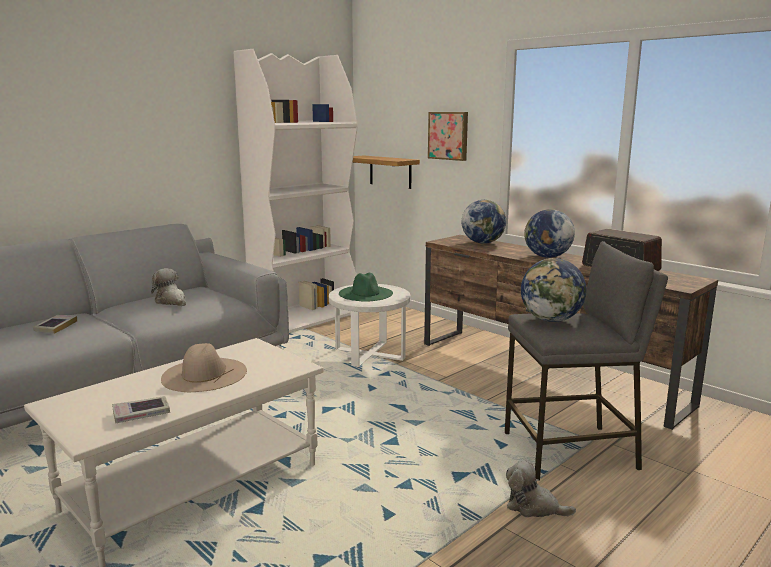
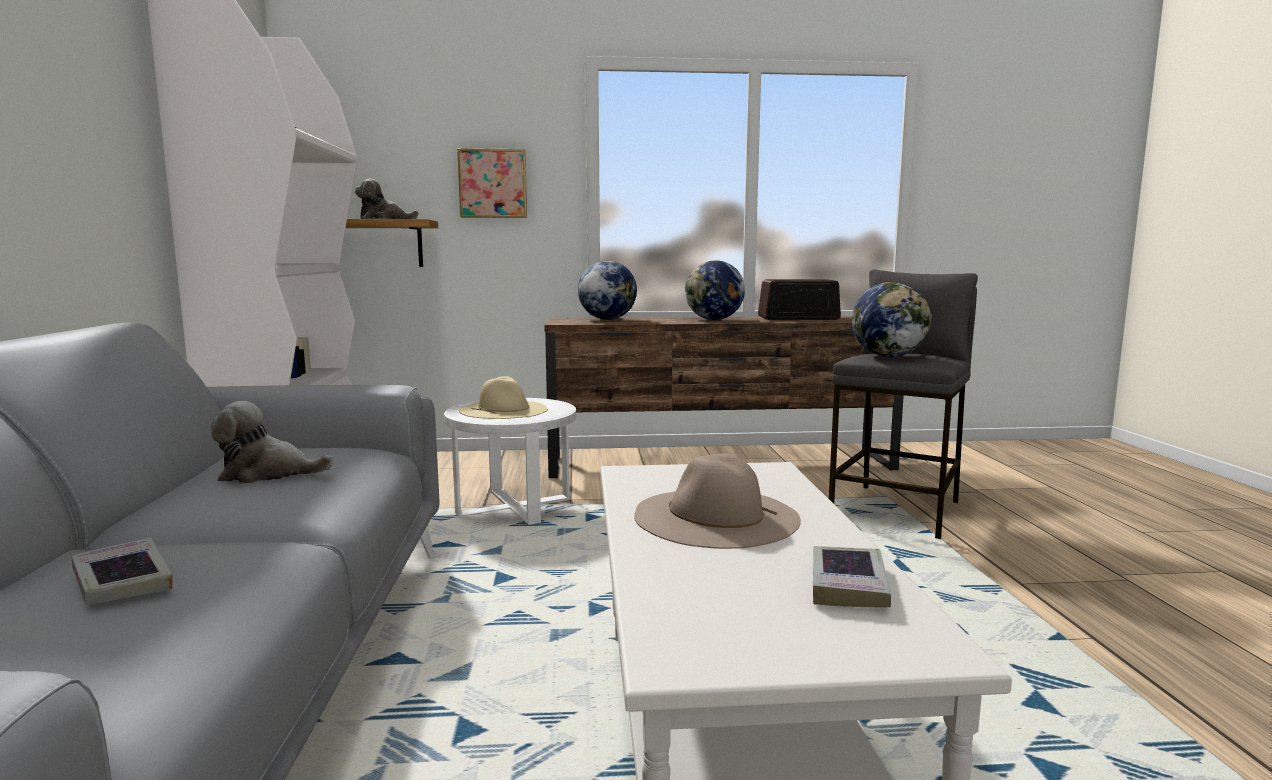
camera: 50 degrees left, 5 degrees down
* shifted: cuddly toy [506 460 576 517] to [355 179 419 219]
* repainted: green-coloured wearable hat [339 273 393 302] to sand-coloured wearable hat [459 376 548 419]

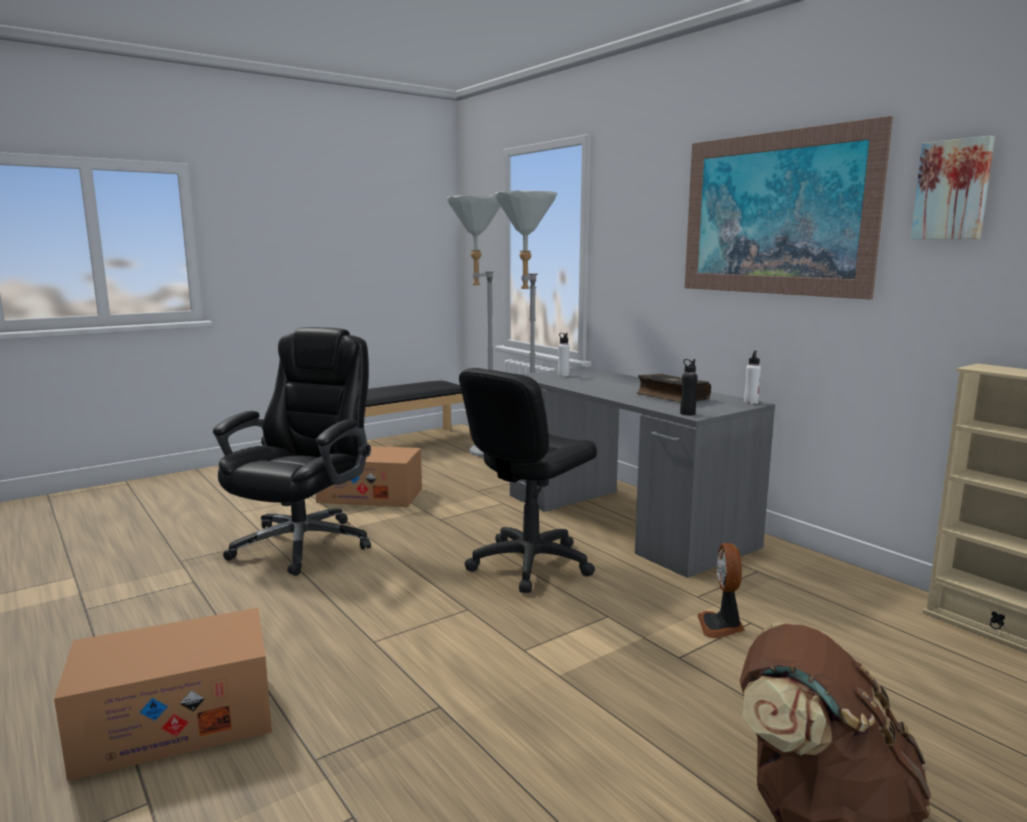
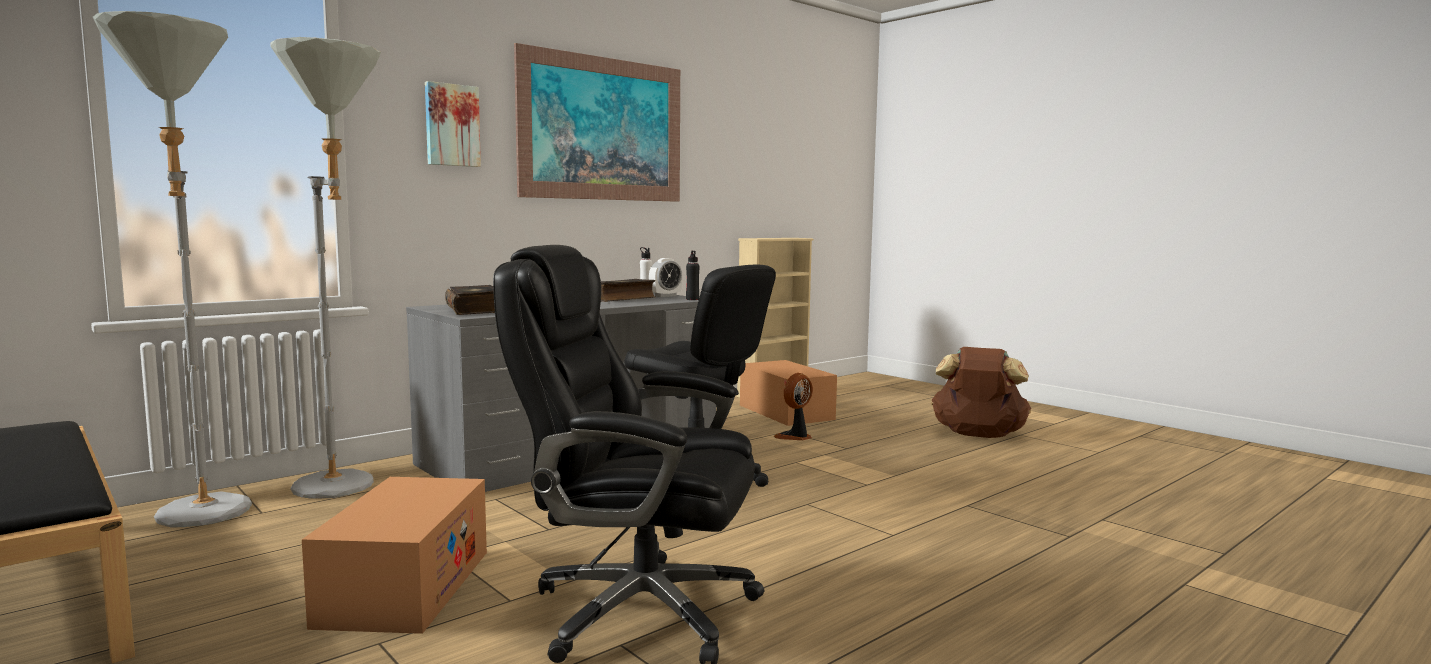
camera: 95 degrees left, 5 degrees down
* new: bedside clock [649 258 682 297]
* shifted: packing box [54 608 272 781] to [740 360 837 426]
* shifted: picture [911 136 995 239] to [425 81 481 167]
* swapped: whitish beverage bottle [558 333 570 376] to volume [445 285 495 315]
* rotated: fan [697 543 745 638] = [774 373 813 440] 135 degrees clockwise

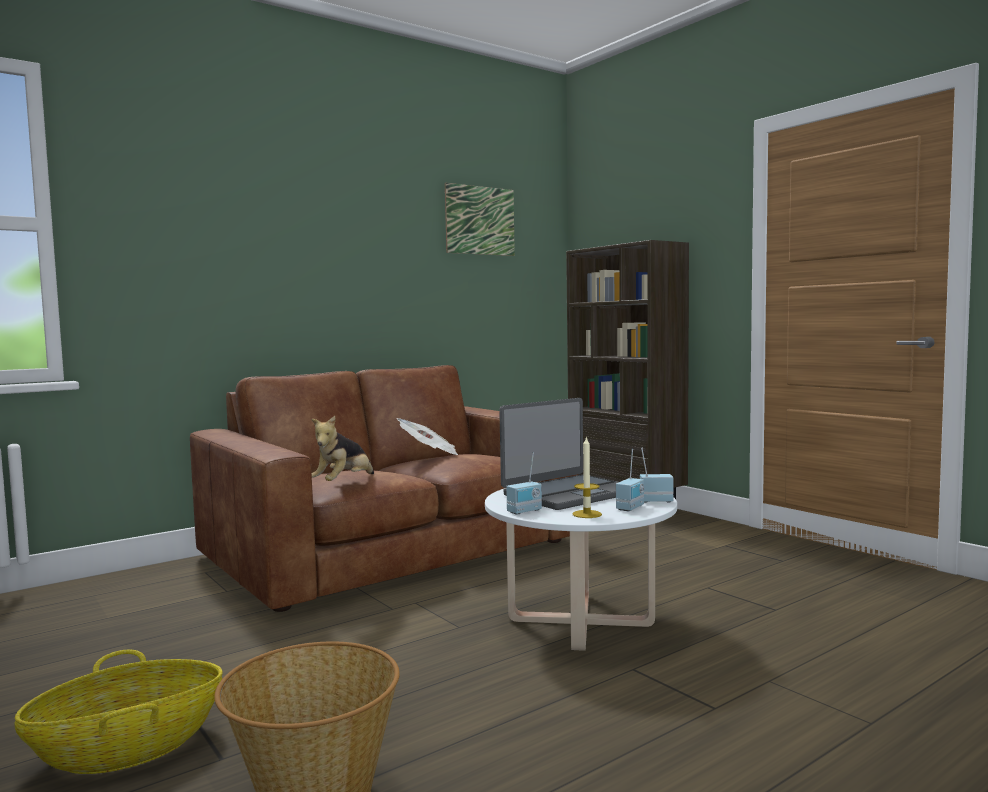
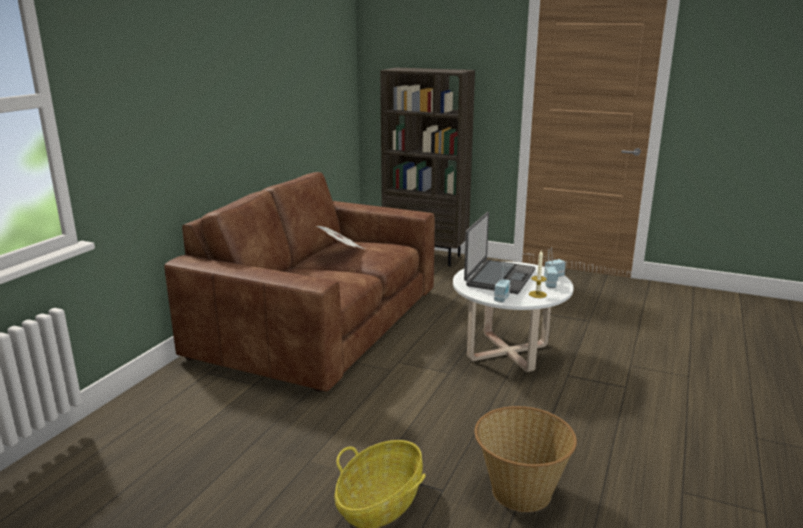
camera: 30 degrees left, 15 degrees up
* gone: cuddly toy [312 416 374 481]
* gone: picture [445 183 515 256]

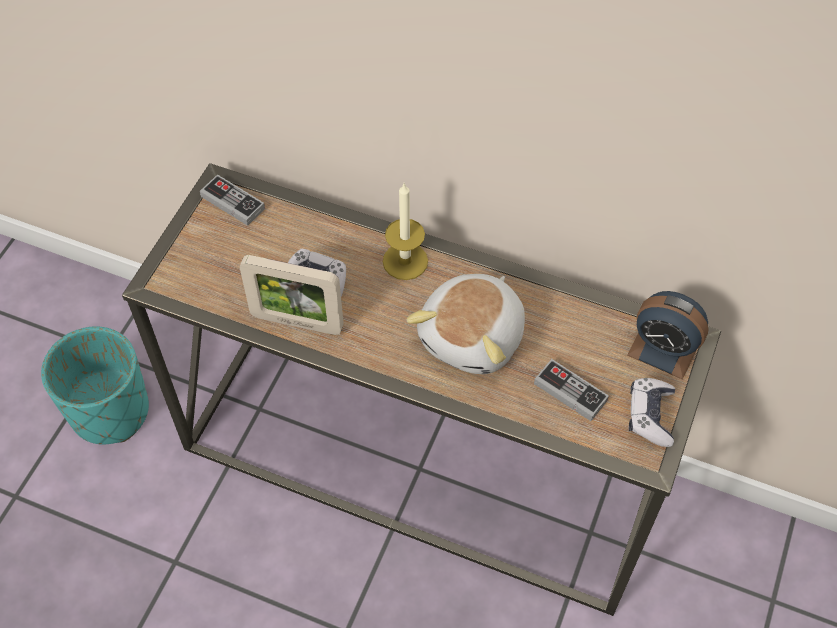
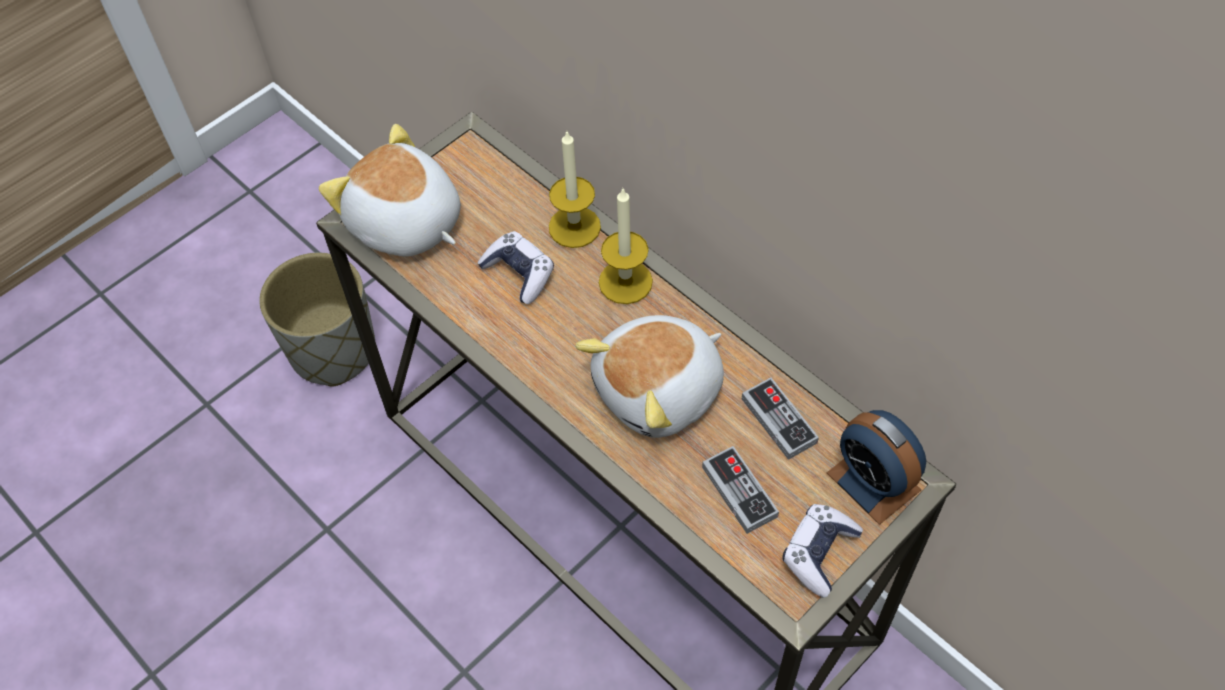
camera: 25 degrees right, 0 degrees up
* gone: picture frame [240 255 344 335]
* new: cuddly toy [319 124 461 257]
* new: candle [549 131 601 248]
* shifted: gamepad [200 174 265 226] to [742 377 819 460]
* repainted: blue-green planter [41 326 149 445] to greyish planter [259 253 375 387]

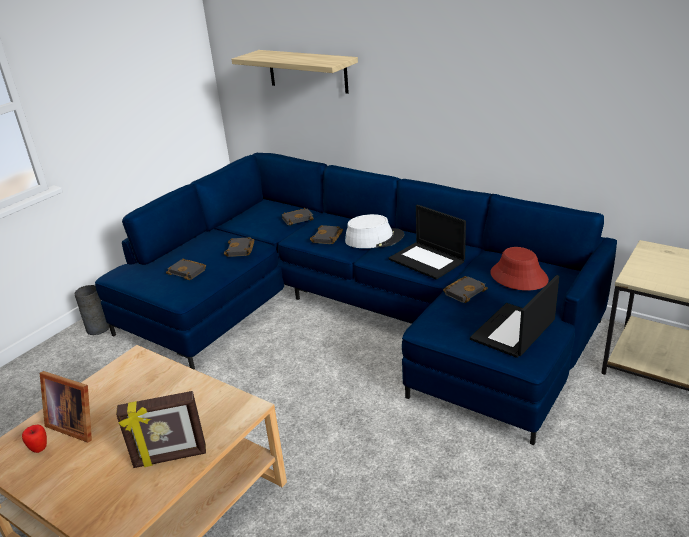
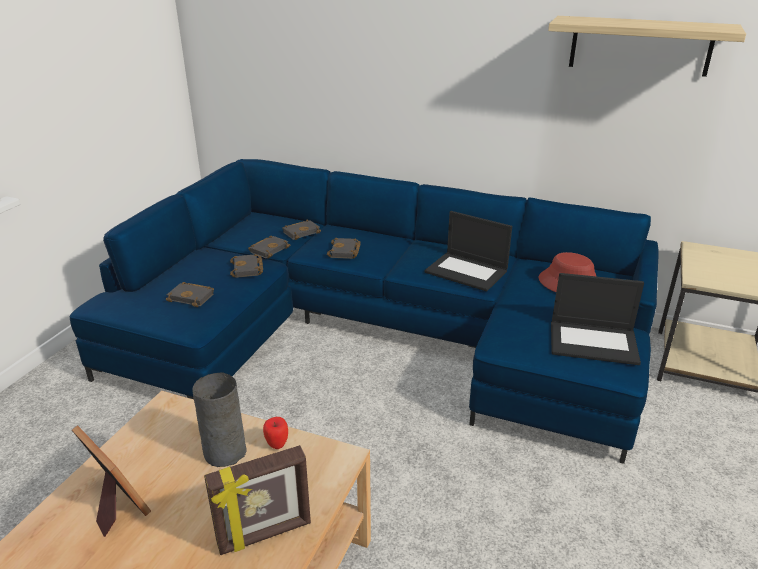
camera: 15 degrees left, 0 degrees up
* gone: whitish wearable hat [345 214 404 248]
* shifted: apple [22 424 47 453] to [263 417 288 449]
* shifted: greyish decorative vase [75 285 109 335] to [192 373 246 467]
* shifted: wall shelf [231 50 358 94] to [548 16 746 77]
* shifted: black volume [443 276 488 303] to [248 236 290 258]
* rotated: picture frame [40 371 92 443] = [72 426 151 537] 150 degrees counterclockwise
* rotated: portable computer [470 275 560 358] = [551 273 644 365] 105 degrees counterclockwise

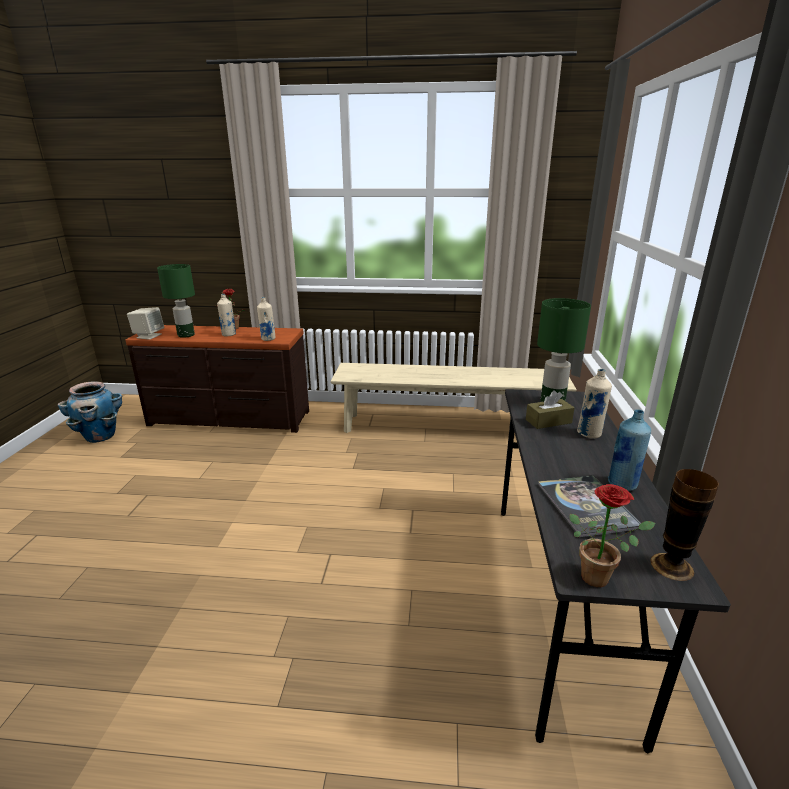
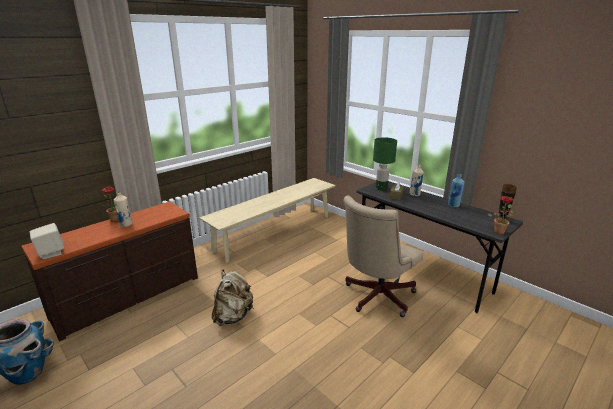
camera: 50 degrees left, 0 degrees up
* gone: green-coloured tabletop lamp [157 264 195 338]
* gone: sand-coloured beverage bottle [257 297 275 341]
* gone: volume [538 475 641 538]
* new: sand-coloured knapsack [212 269 254 326]
* new: sand-coloured office chair [343 195 423 317]

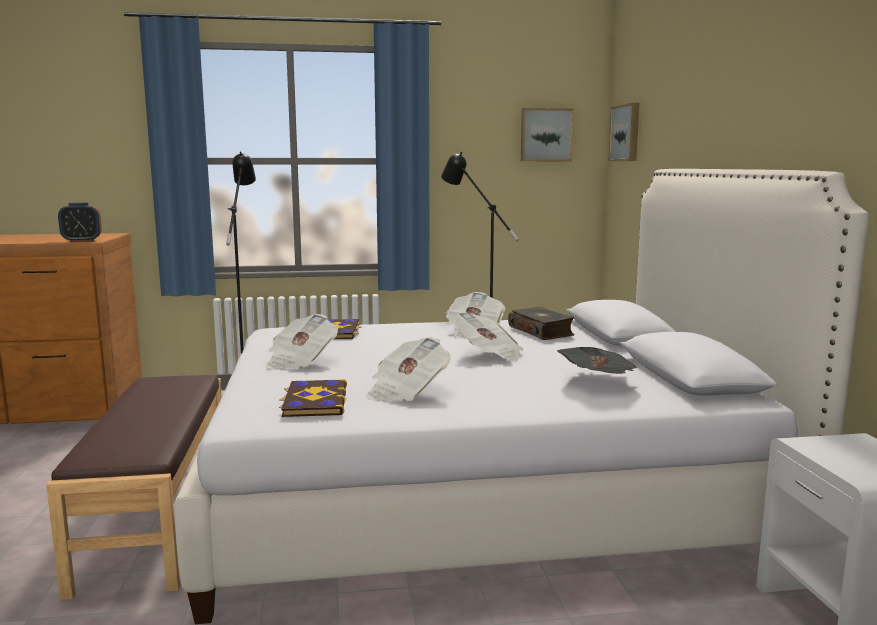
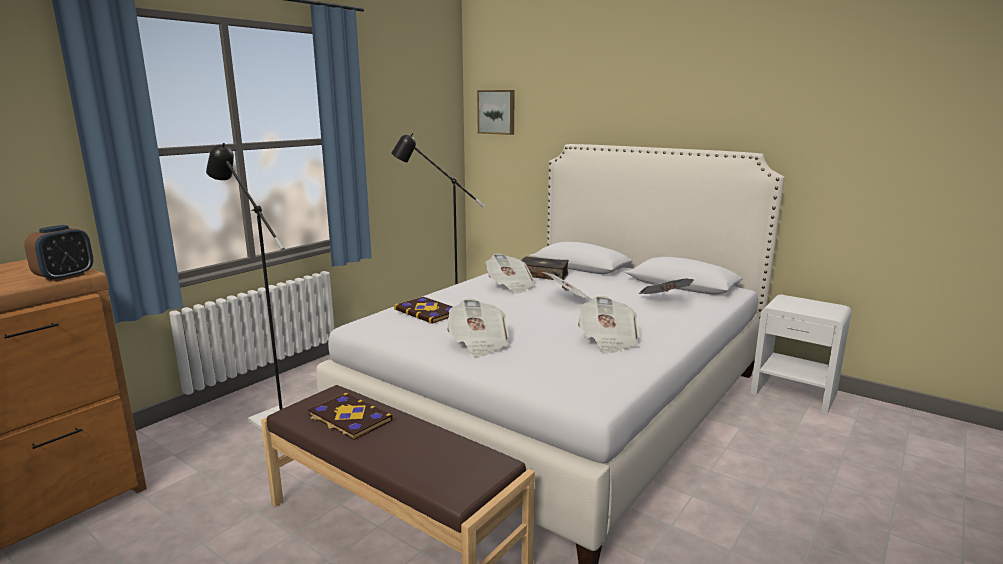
camera: 45 degrees left, 5 degrees up
* gone: picture [521 108 574 161]
* shifted: volume [279 379 347 417] to [308 393 393 440]

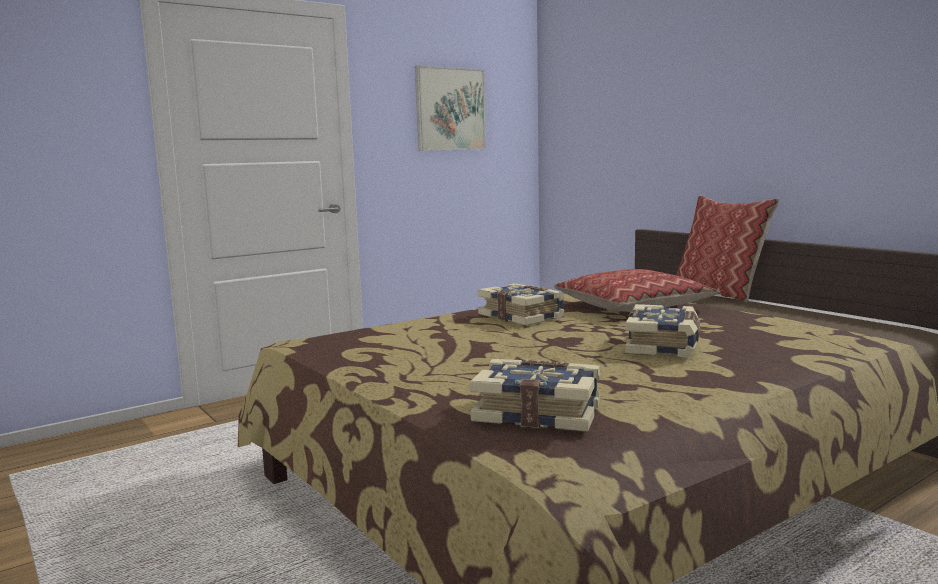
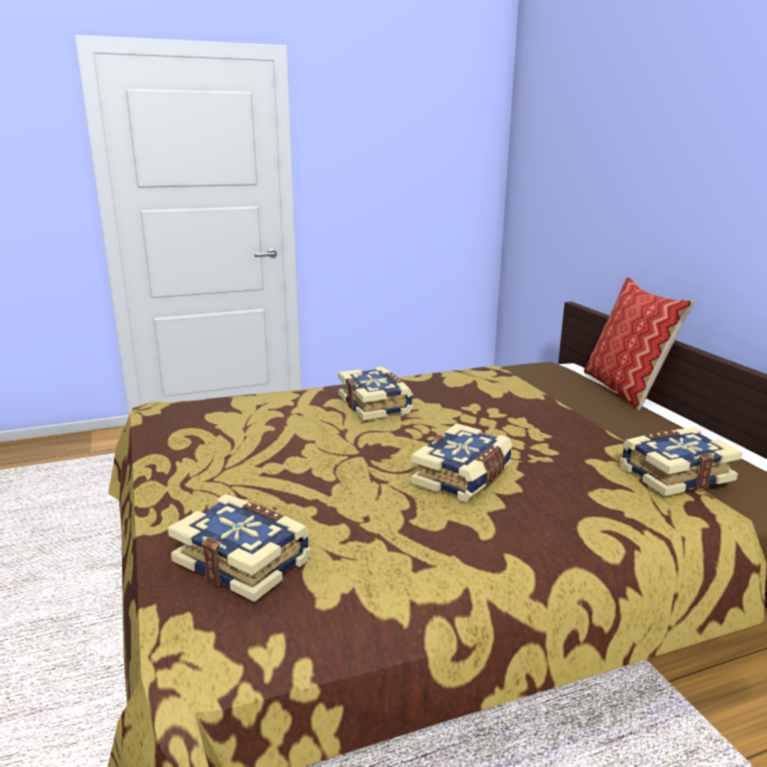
camera: 15 degrees right, 10 degrees up
* gone: picture [415 65 486 151]
* gone: cushion [554 269 720 311]
* new: volume [620 427 743 496]

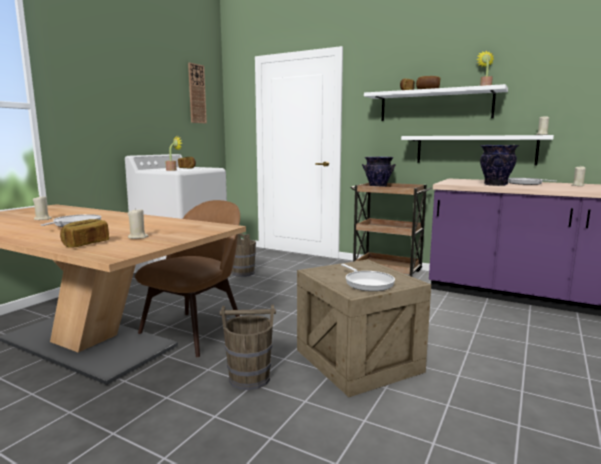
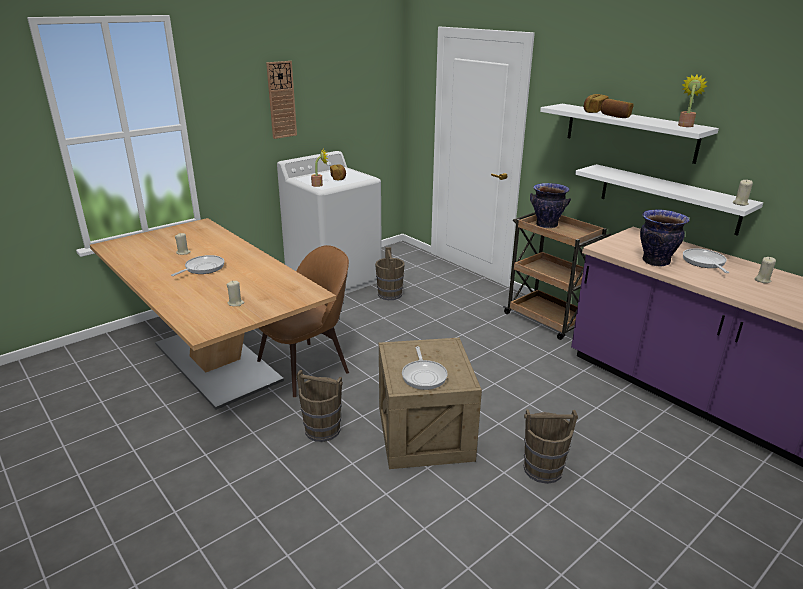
camera: 20 degrees right, 15 degrees up
* gone: bakery bread [60 219 109 248]
* new: brown-coloured pail [524 409 578 484]
* shifted: wall clock [188 62 207 123] to [266 61 297 139]

